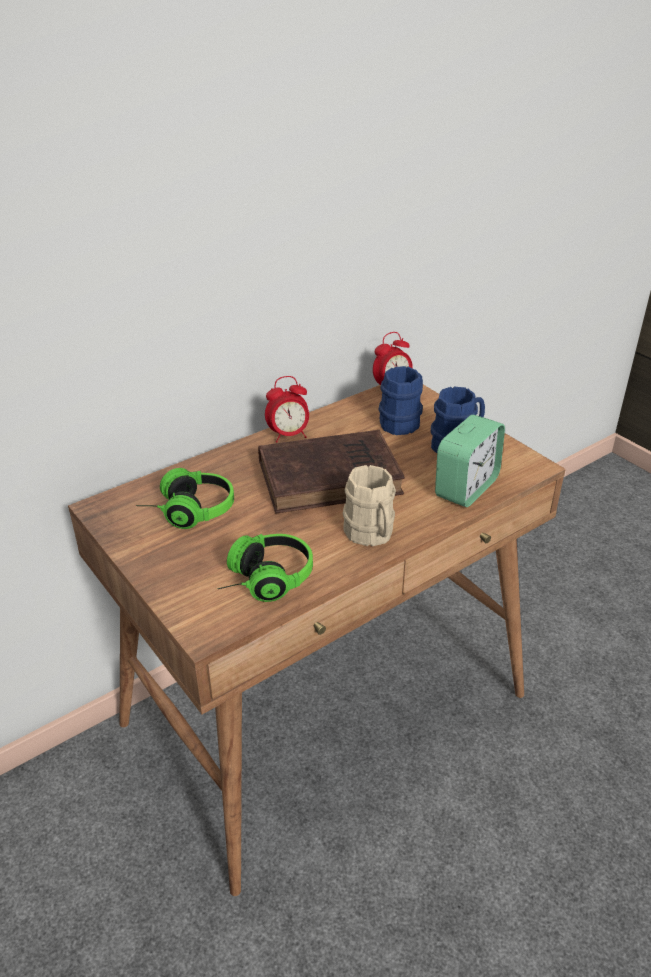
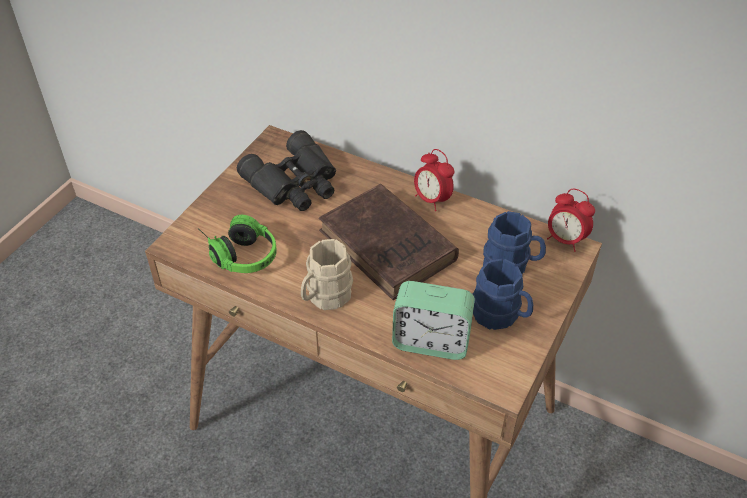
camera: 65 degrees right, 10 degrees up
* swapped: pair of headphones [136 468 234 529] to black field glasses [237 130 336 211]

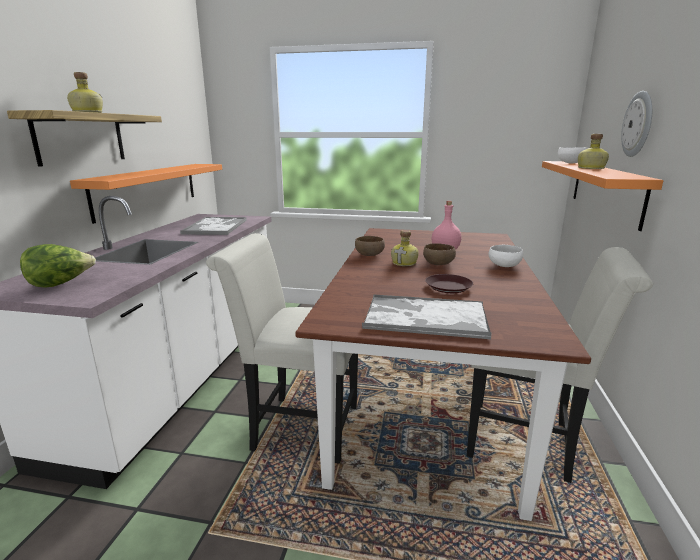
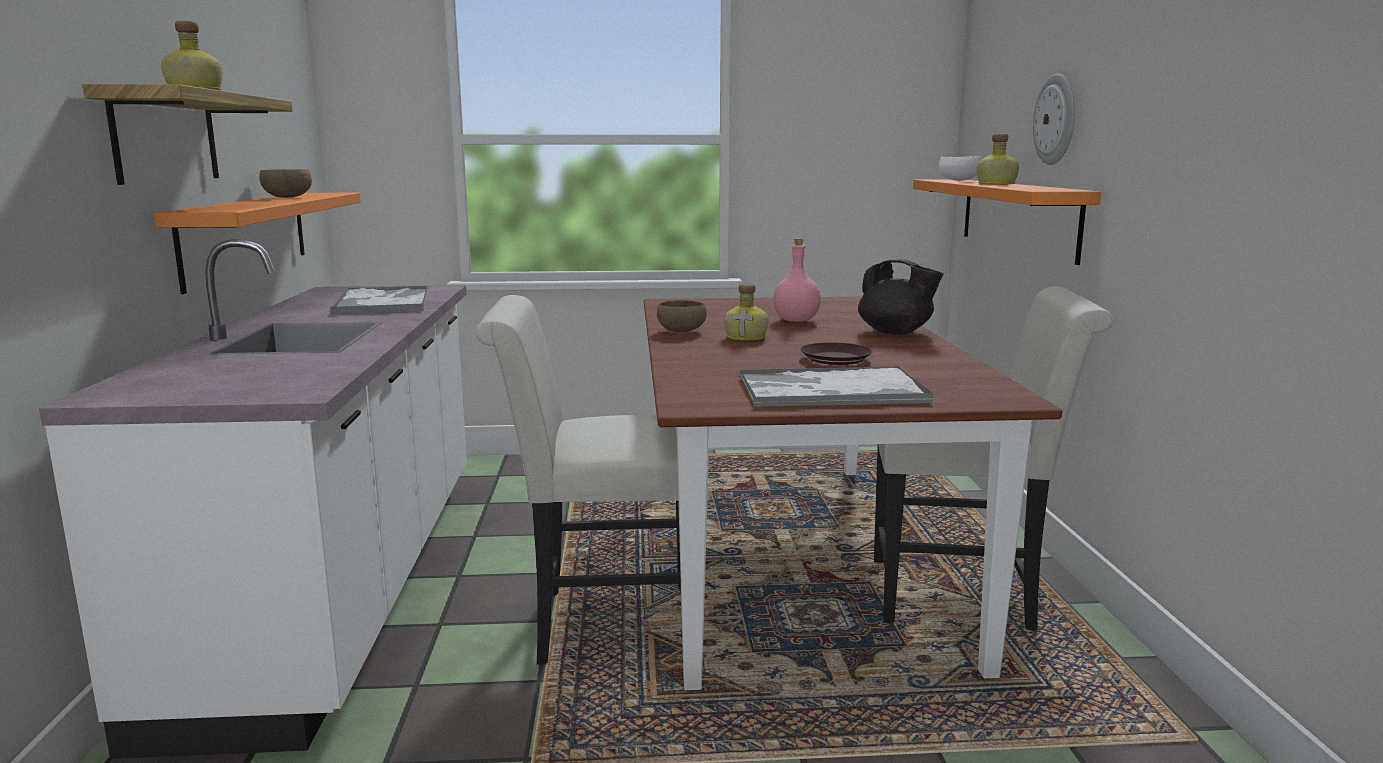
camera: 15 degrees left, 5 degrees down
* gone: lettuce head [20 244 96 288]
* shifted: brown-coloured bowl [423 243 456 265] to [259 169 312 198]
* swapped: whitish bowl [488 245 523 267] to black pot for tea [858 259 944 335]

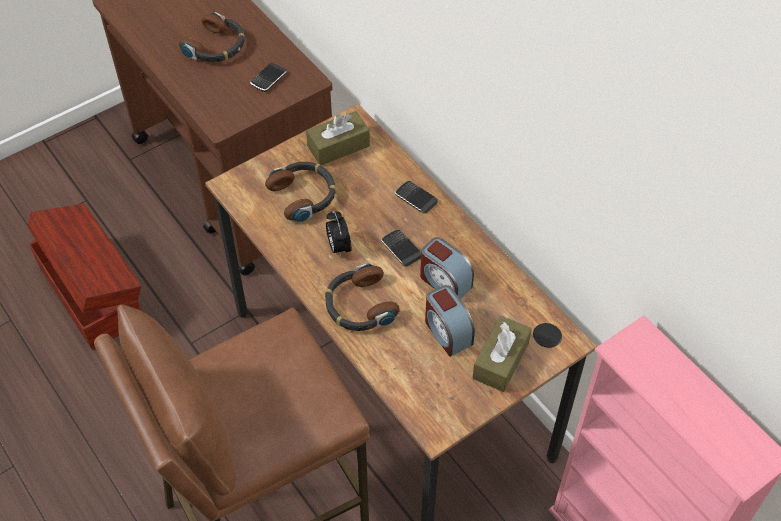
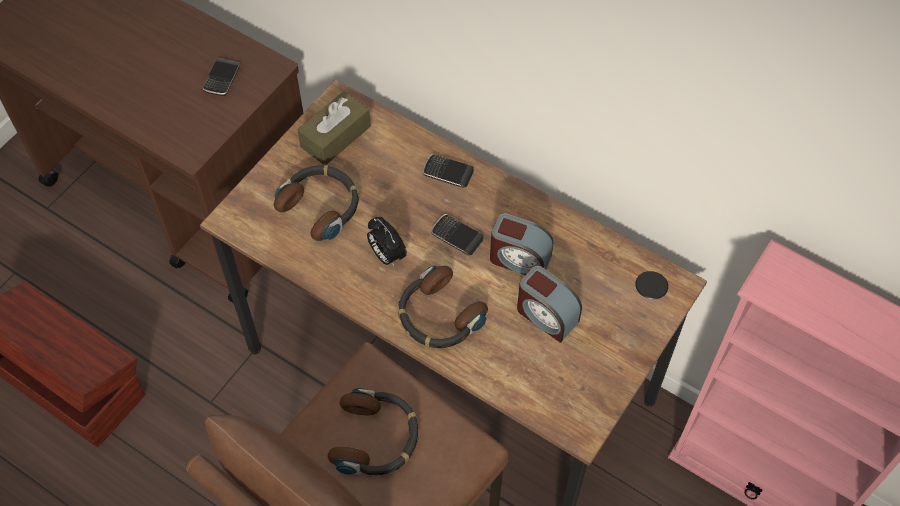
camera: 20 degrees left, 5 degrees up
* gone: brown-coloured tissue box [472 316 532 392]
* shifted: pair of headphones [179 12 245 62] to [328 388 419 475]

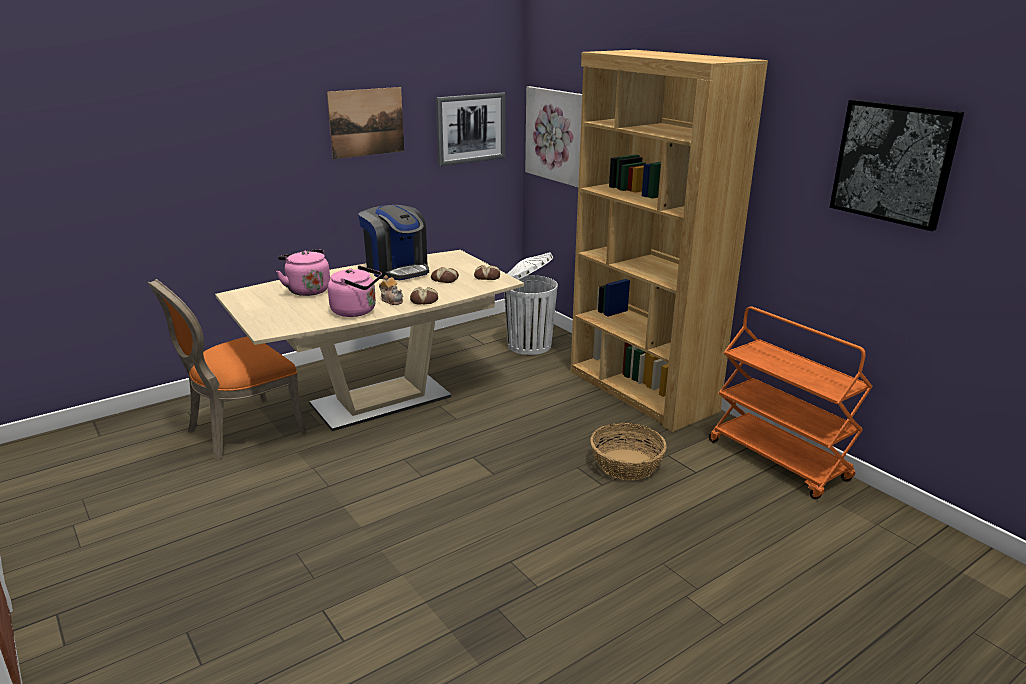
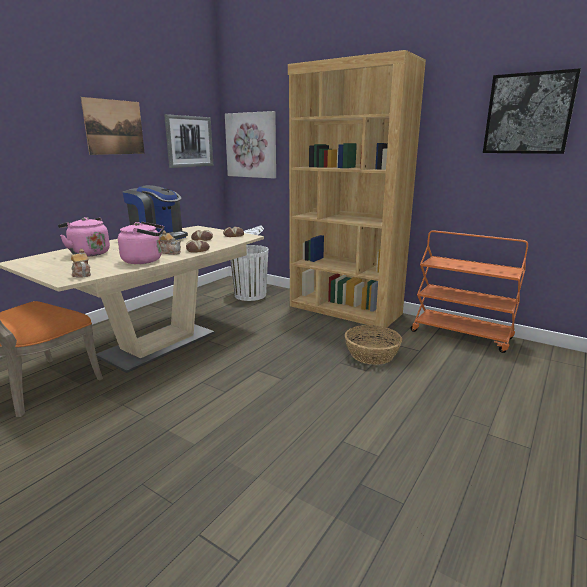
camera: 20 degrees left, 5 degrees down
* new: pot for tea [71 248 91 278]

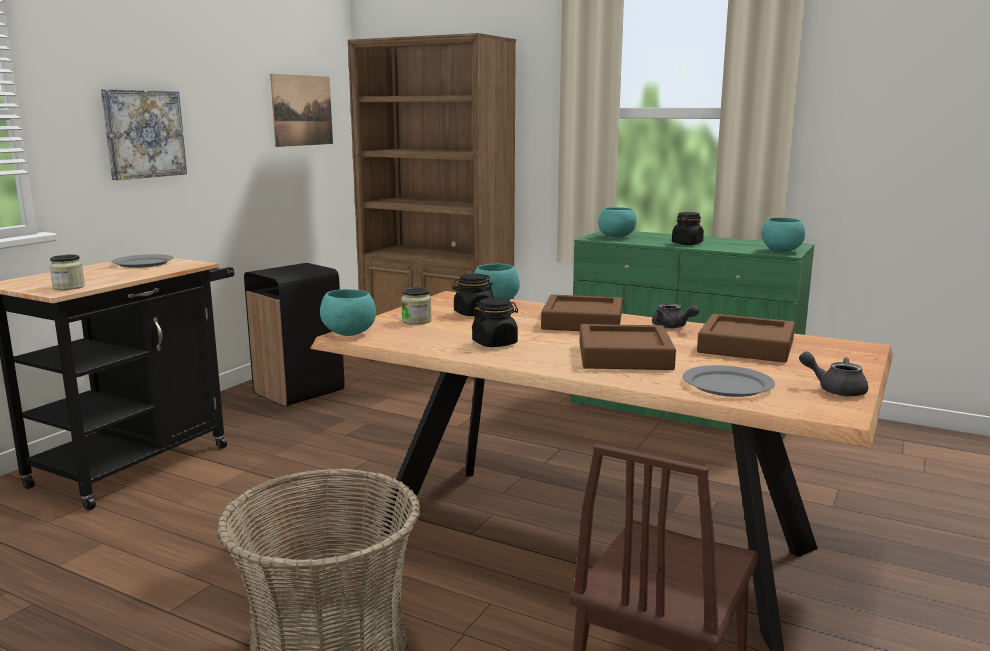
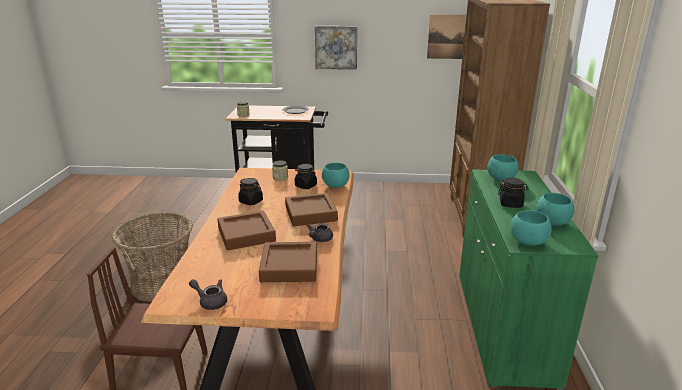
camera: 65 degrees right, 10 degrees up
* gone: black waste bin [244 263 344 406]
* gone: greyish plate [683 365 775 397]
* shifted: blue-green bowl [320 289 376 336] to [536 193 575 226]
* rotated: greyish pot for tea [799 351 868 397] = [189 279 227 310] 75 degrees counterclockwise

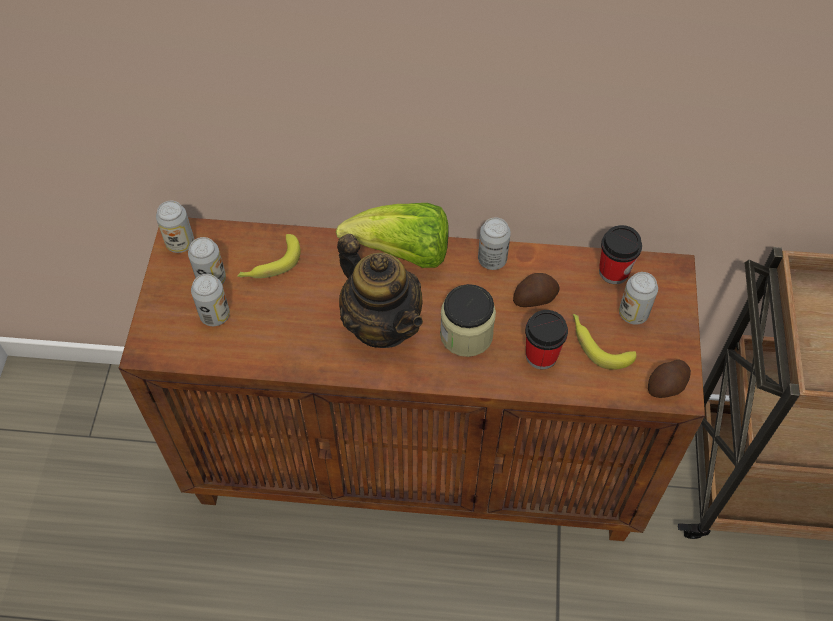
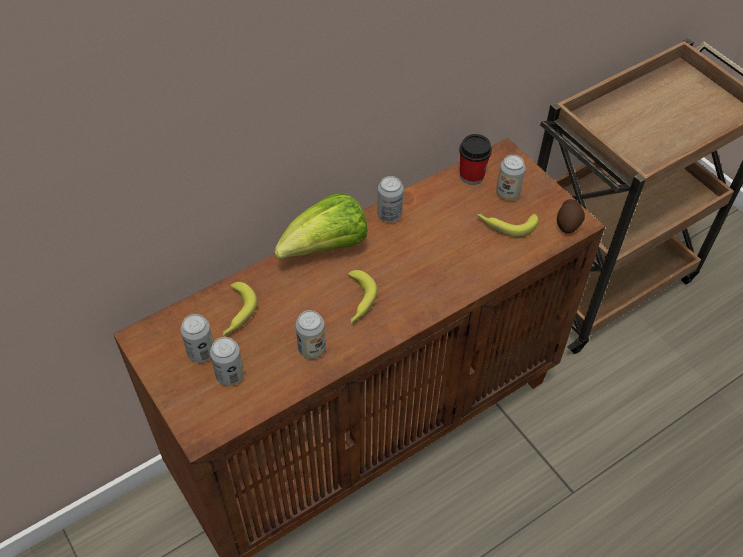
camera: 40 degrees left, 5 degrees down
* gone: jar [440 284 496 357]
* gone: potato [513 273 560 307]
* gone: small cup [525 310 568 369]
* shifted: can [156 201 194 253] to [296 310 326 359]
* swapped: pot for tea [337 234 423 348] to banana [348 270 377 324]

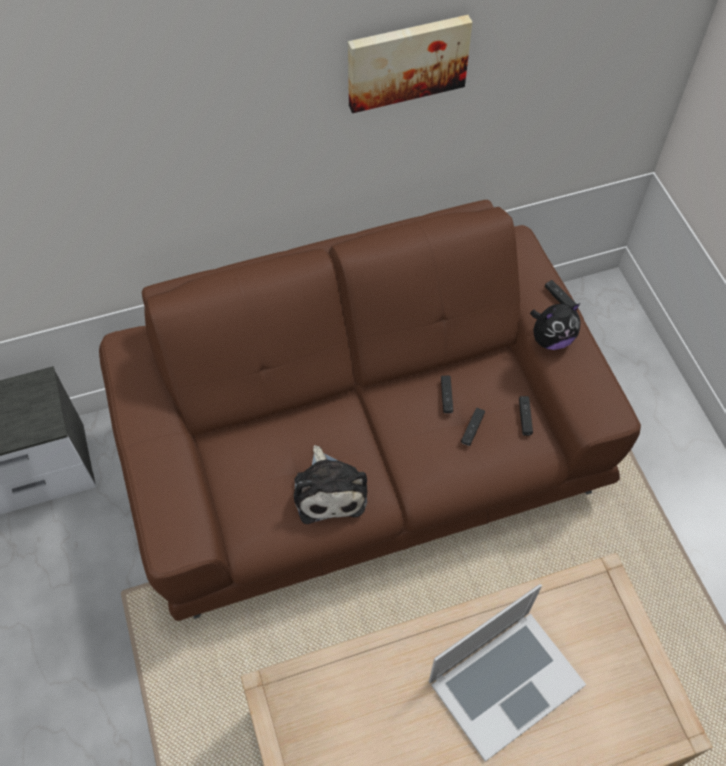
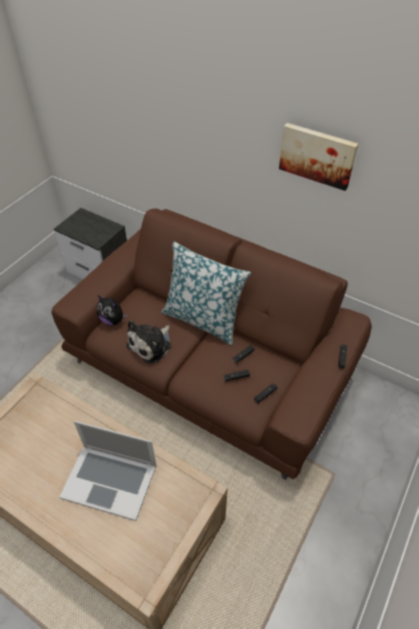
camera: 50 degrees right, 10 degrees down
* new: cushion [161 242 251 345]
* shifted: cuddly toy [530 303 581 350] to [97 295 128 325]

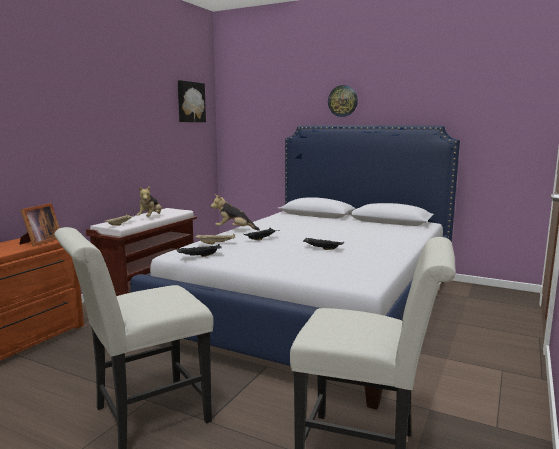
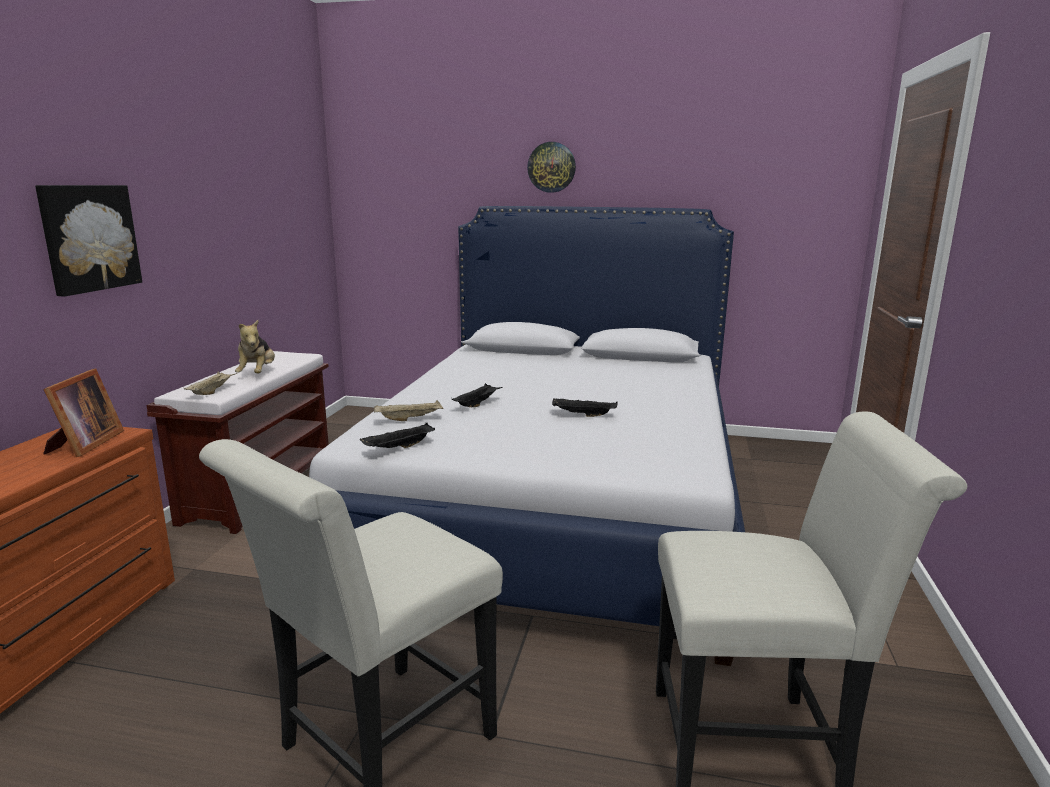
camera: 15 degrees left, 5 degrees up
* gone: cuddly toy [211 195 260 231]
* shifted: picture [178 80 206 122] to [35 185 142 297]

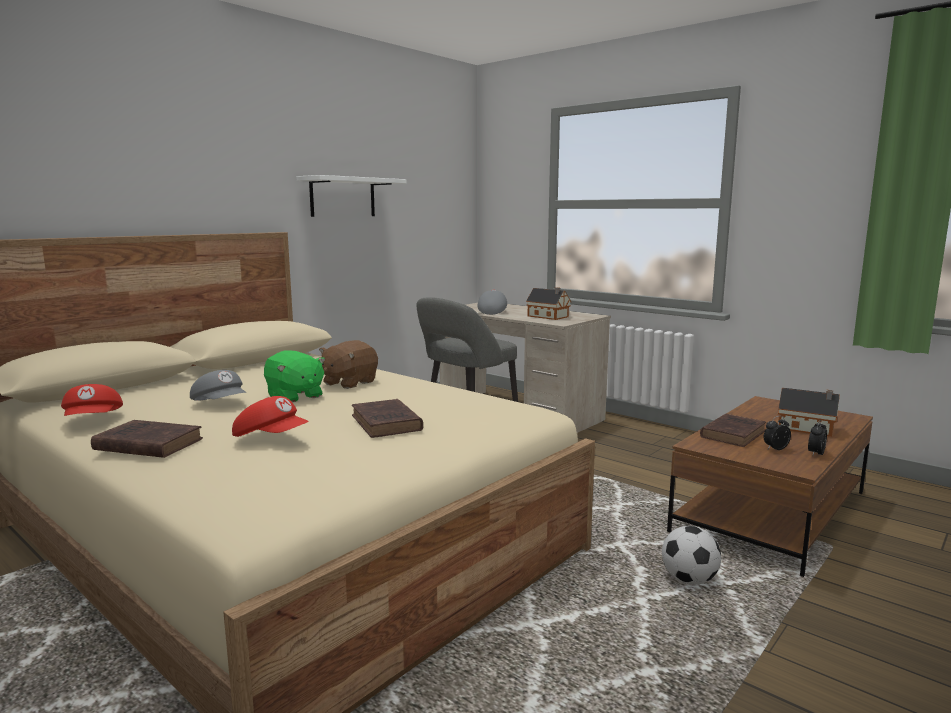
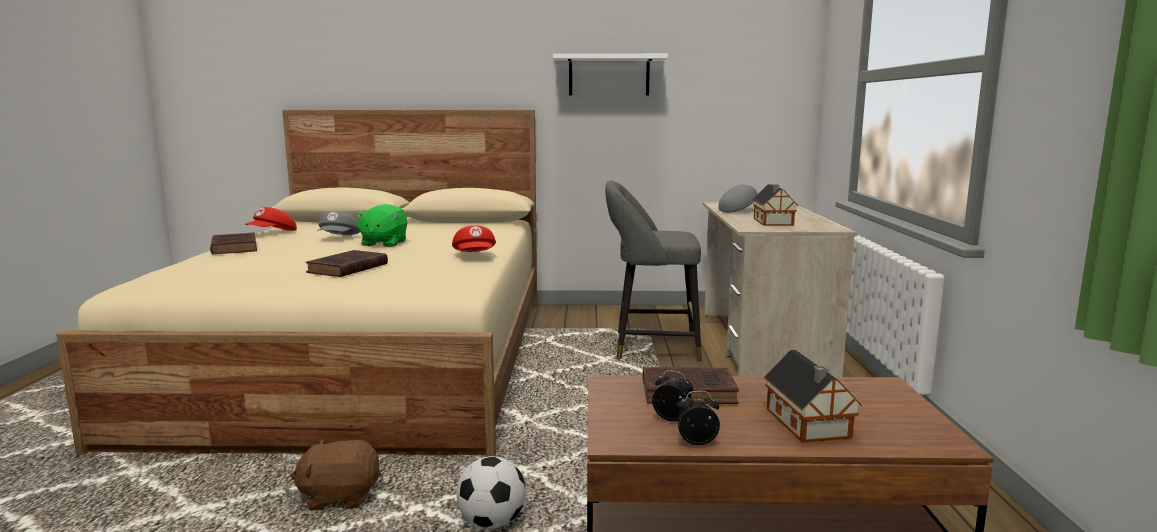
camera: 50 degrees right, 0 degrees up
* shifted: red peaked cap [232 396 309 437] to [452 225 496 252]
* shifted: brown-coloured cuddly toy [319 340 378 389] to [291 439 381 511]

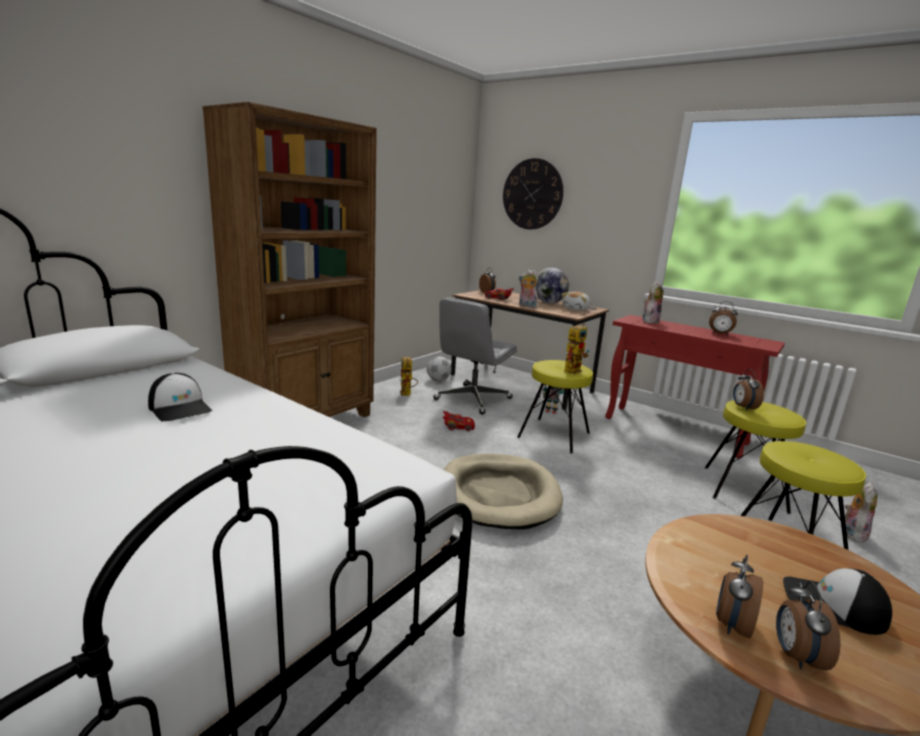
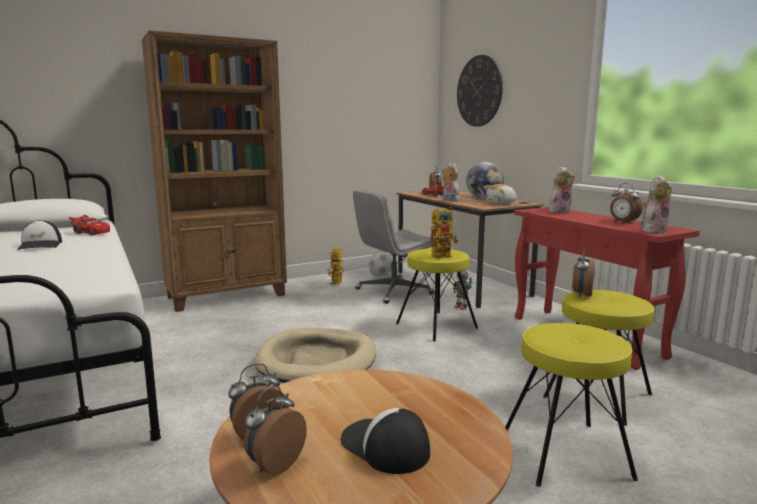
camera: 25 degrees right, 5 degrees down
* shifted: red miniature car [443 411 475 431] to [69 215 110 236]
* shifted: cuddly toy [845 482 877 542] to [642 175 672 233]

